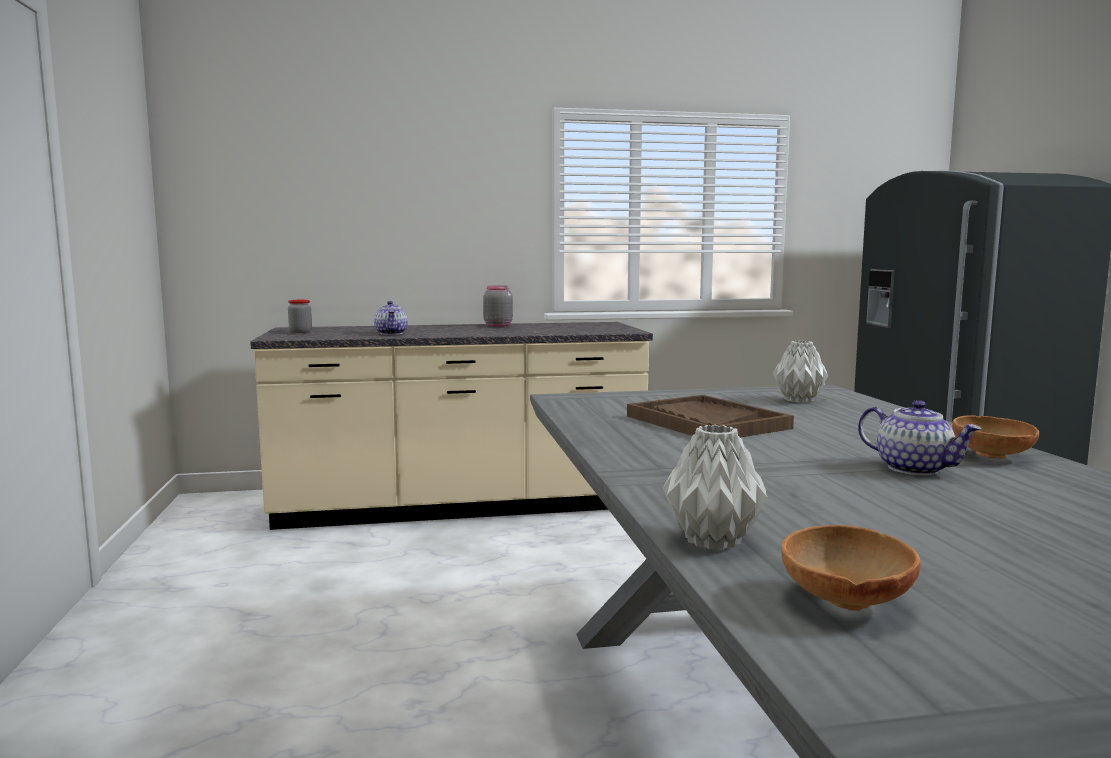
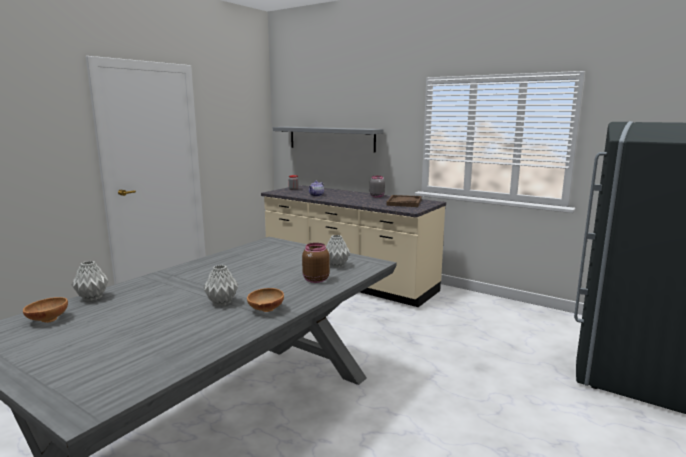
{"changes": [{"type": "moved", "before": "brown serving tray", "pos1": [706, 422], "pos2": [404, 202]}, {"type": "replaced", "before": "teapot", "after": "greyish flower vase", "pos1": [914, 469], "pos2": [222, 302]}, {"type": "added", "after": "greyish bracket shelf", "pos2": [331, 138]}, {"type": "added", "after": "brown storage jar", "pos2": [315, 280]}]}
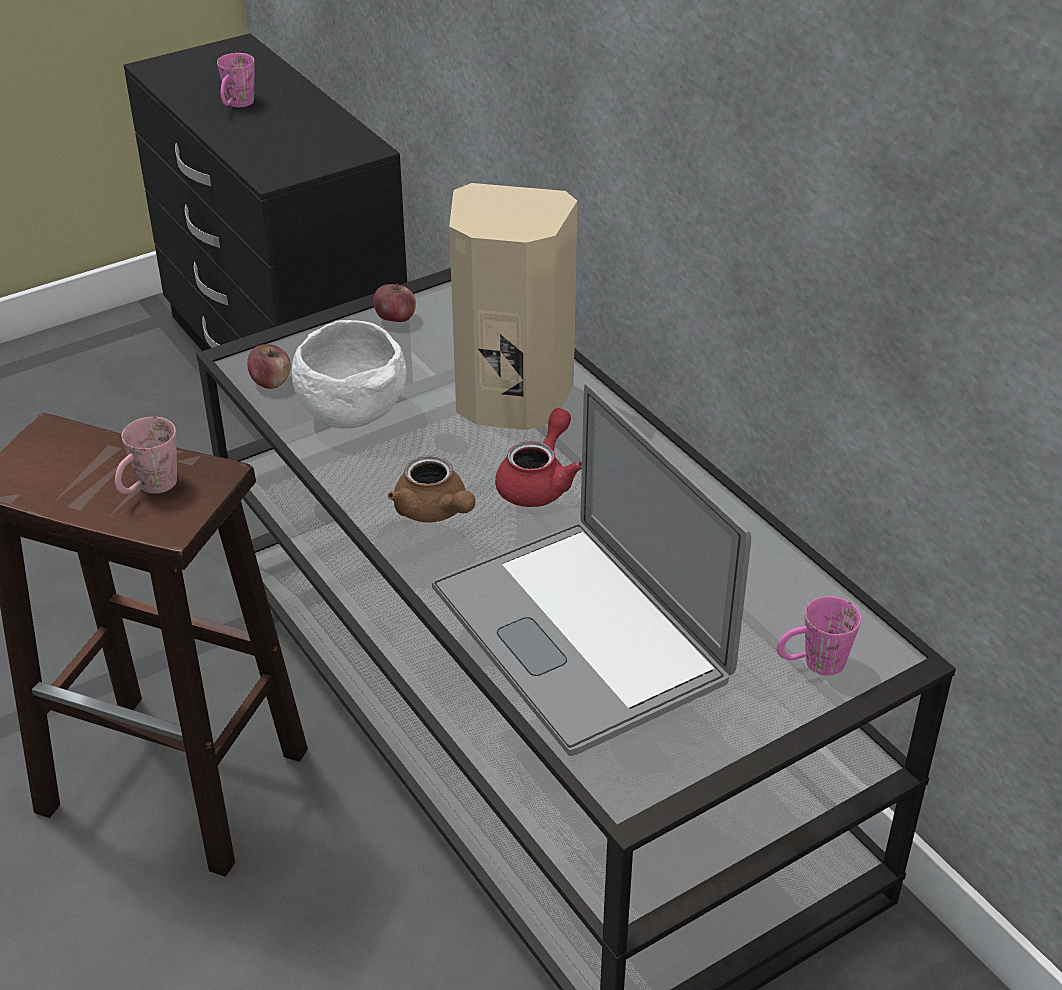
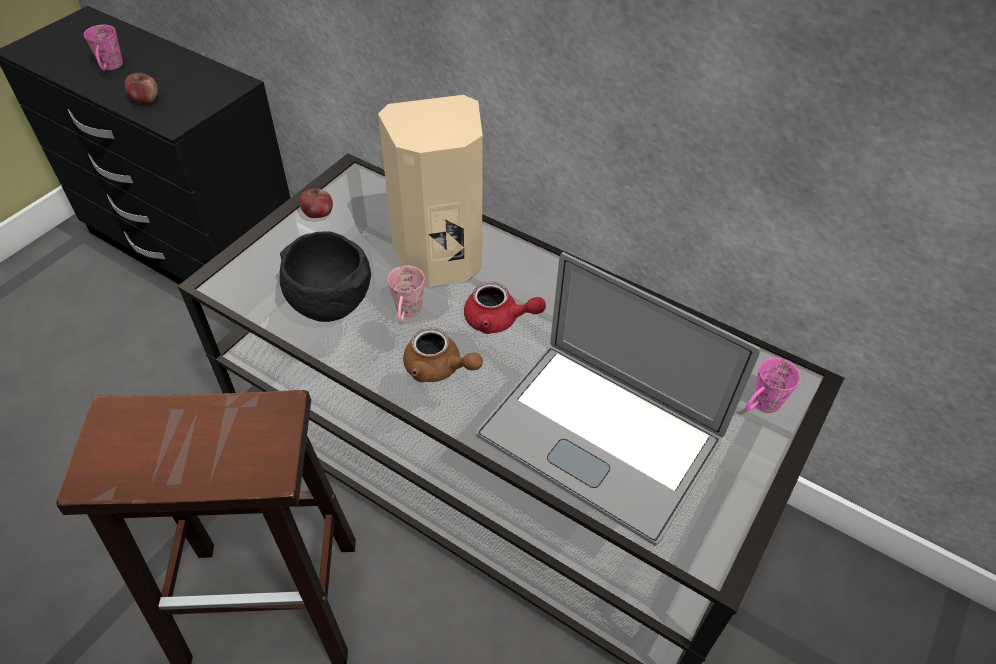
{"changes": [{"type": "moved", "before": "pink mug", "pos1": [149, 489], "pos2": [407, 314]}, {"type": "moved", "before": "apple", "pos1": [271, 382], "pos2": [146, 100]}, {"type": "recoloured", "before": "white-coloured deep dish", "after": "blackish deep dish", "pos1": [350, 412], "pos2": [328, 303]}, {"type": "turned", "before": "red teapot", "pos1": [539, 482], "pos2": [498, 320], "turn": 105}]}
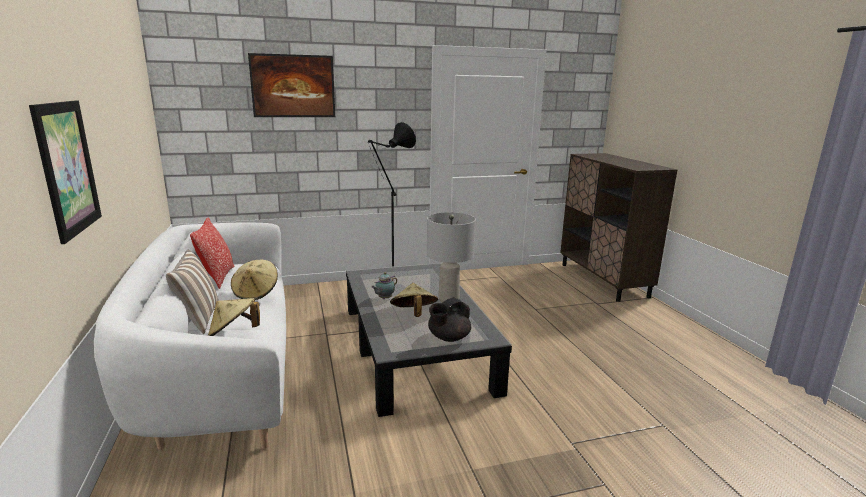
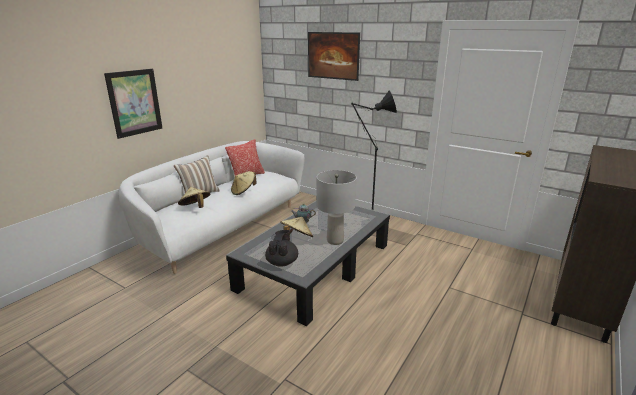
{"changes": [{"type": "turned", "before": "blackish teapot", "pos1": [448, 338], "pos2": [282, 262], "turn": 90}]}
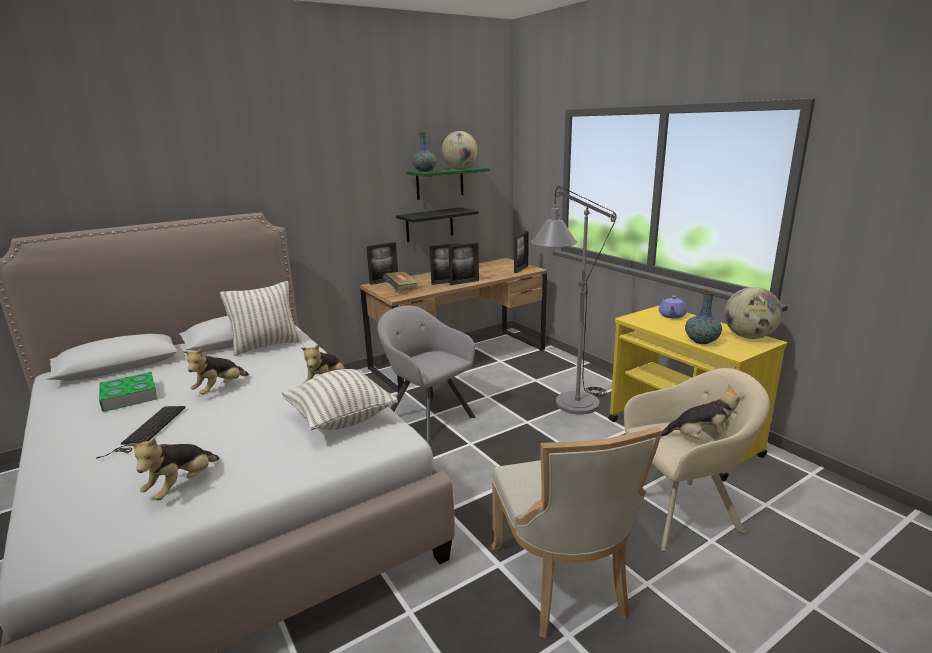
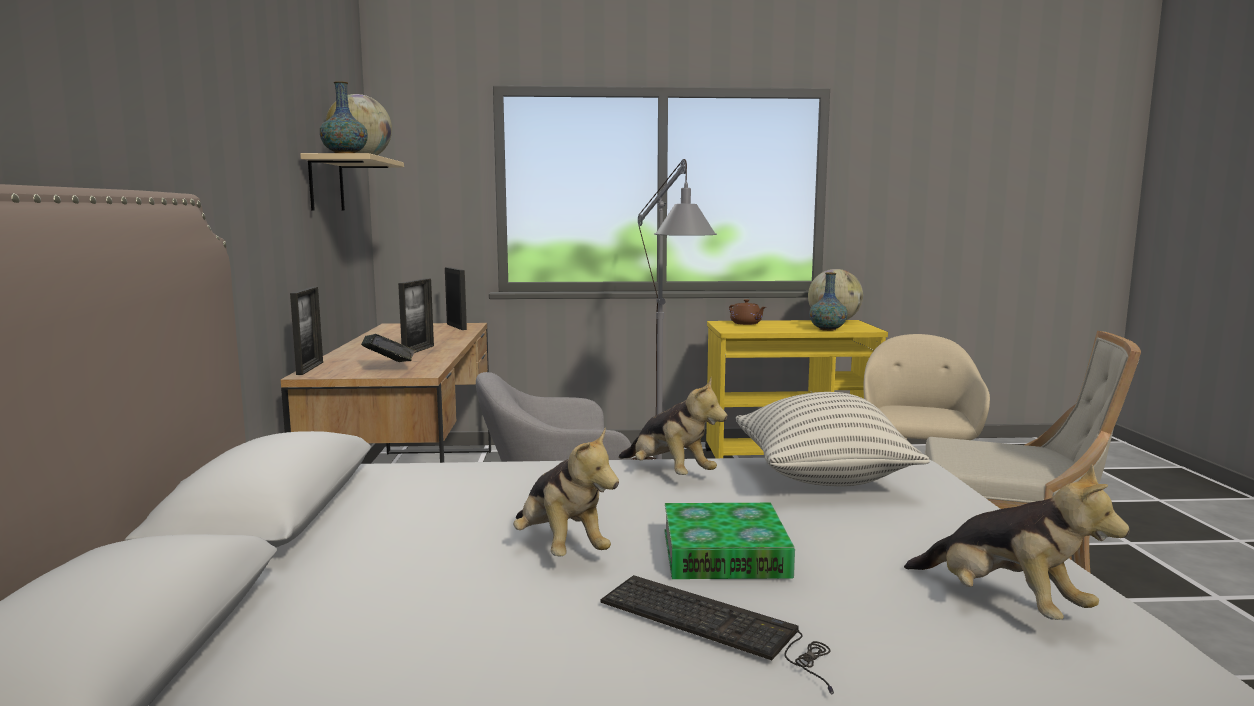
{"changes": [{"type": "moved", "before": "book", "pos1": [129, 396], "pos2": [724, 553]}, {"type": "removed", "before": "pillow", "pos1": [266, 346]}, {"type": "removed", "before": "blackish bracket shelf", "pos1": [429, 224]}, {"type": "recoloured", "before": "greenish bracket shelf", "after": "beige-coloured bracket shelf", "pos1": [440, 183], "pos2": [326, 184]}, {"type": "removed", "before": "photo frame", "pos1": [464, 282]}, {"type": "recoloured", "before": "purple teapot", "after": "brown teapot", "pos1": [671, 316], "pos2": [746, 323]}, {"type": "removed", "before": "soft toy", "pos1": [700, 440]}]}
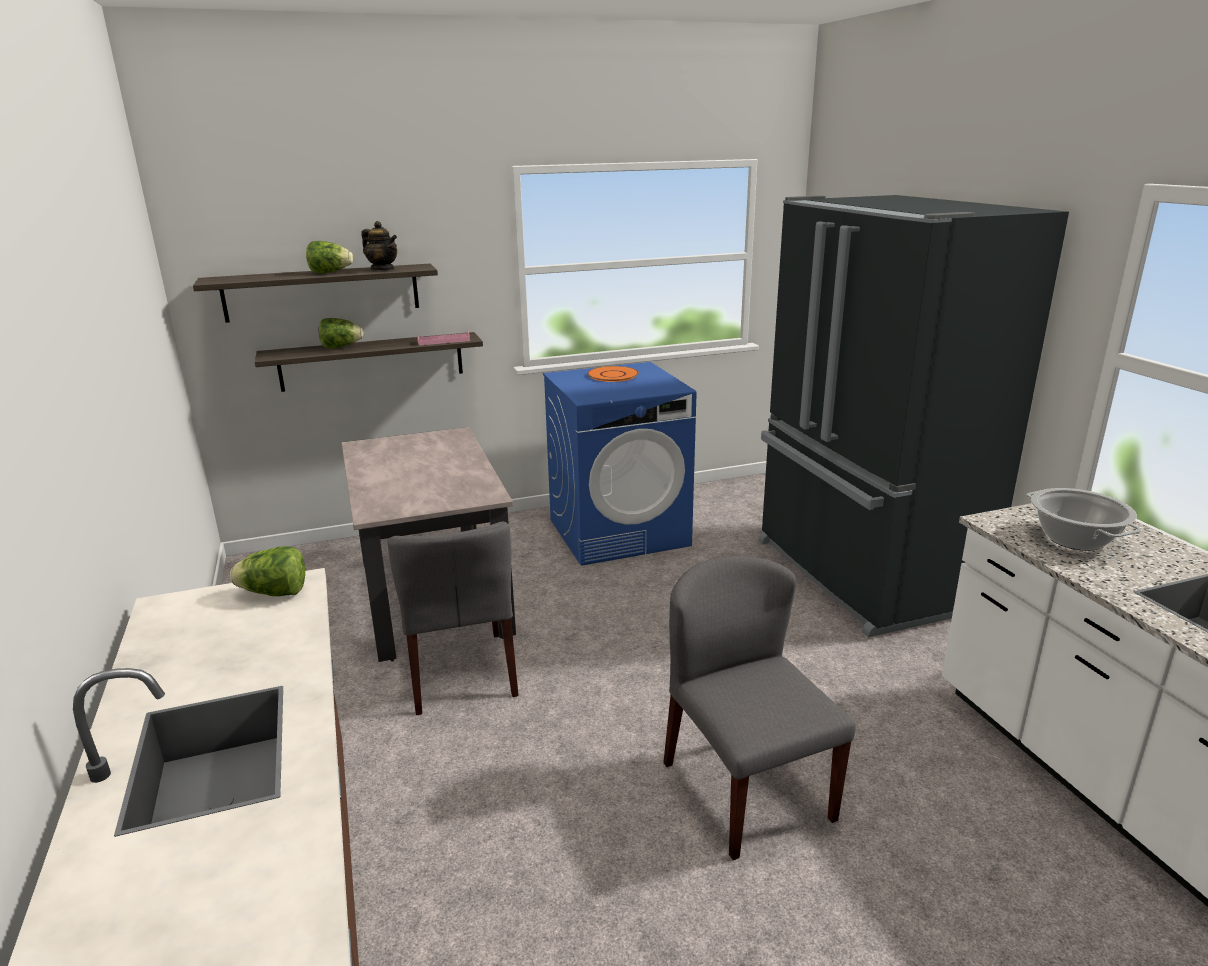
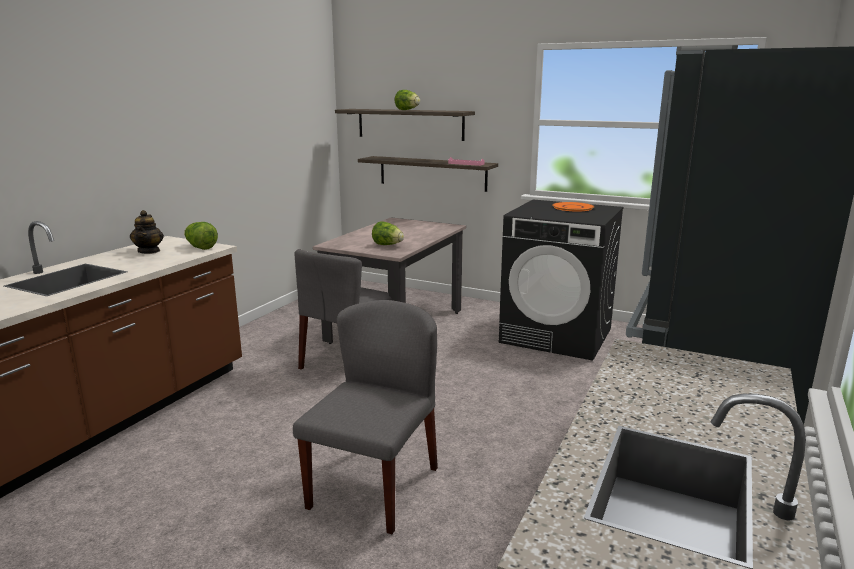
{"changes": [{"type": "moved", "before": "lettuce", "pos1": [341, 347], "pos2": [388, 245]}, {"type": "moved", "before": "teapot", "pos1": [383, 269], "pos2": [149, 251]}, {"type": "recoloured", "before": "blue-coloured washing machine", "after": "blackish washing machine", "pos1": [619, 532], "pos2": [557, 335]}, {"type": "removed", "before": "saucepot", "pos1": [1075, 539]}]}
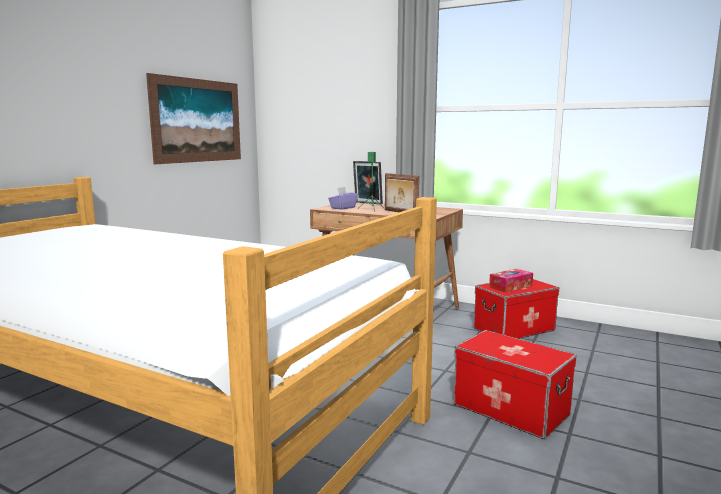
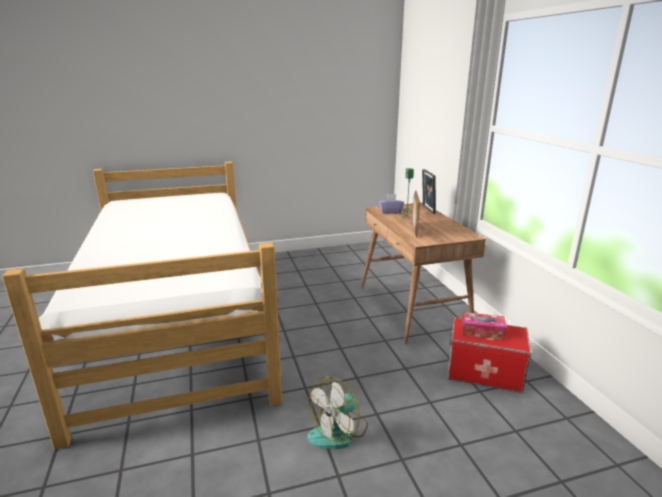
{"changes": [{"type": "removed", "before": "wall art", "pos1": [197, 120]}, {"type": "replaced", "before": "storage container", "after": "fan", "pos1": [511, 409], "pos2": [339, 432]}]}
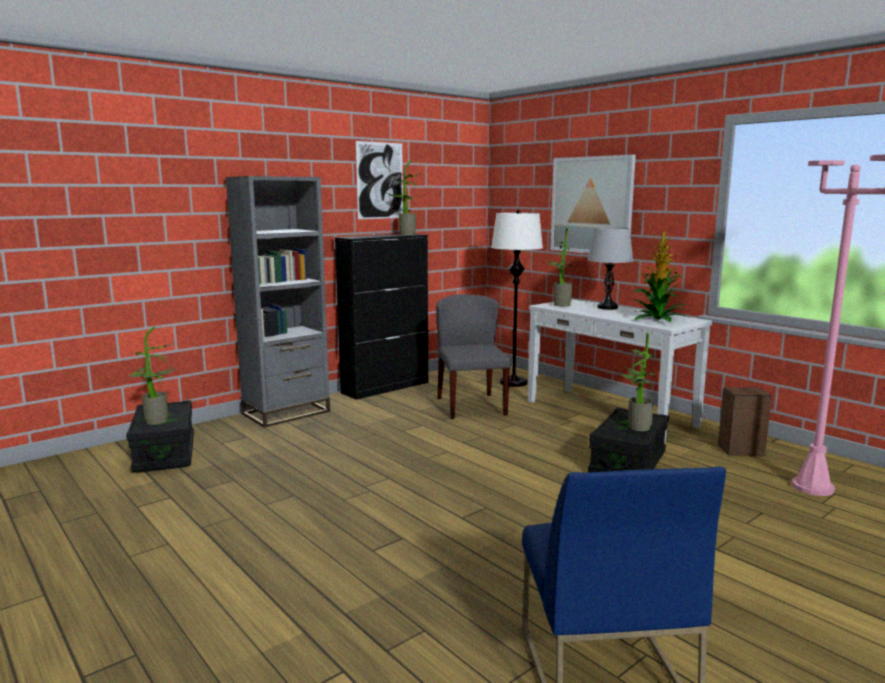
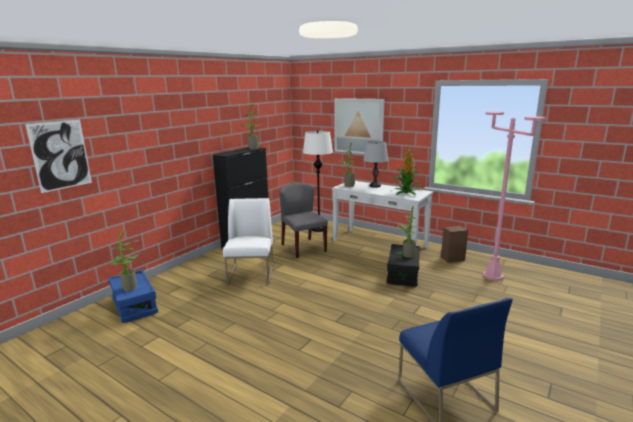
{"changes": [{"type": "recoloured", "before": "blackish storage container", "after": "blue-coloured storage container", "pos1": [165, 453], "pos2": [134, 306]}, {"type": "removed", "before": "greyish bookcase", "pos1": [286, 413]}, {"type": "moved", "before": "wall art", "pos1": [380, 180], "pos2": [60, 155]}, {"type": "added", "after": "white-coloured plain chair", "pos2": [251, 274]}]}
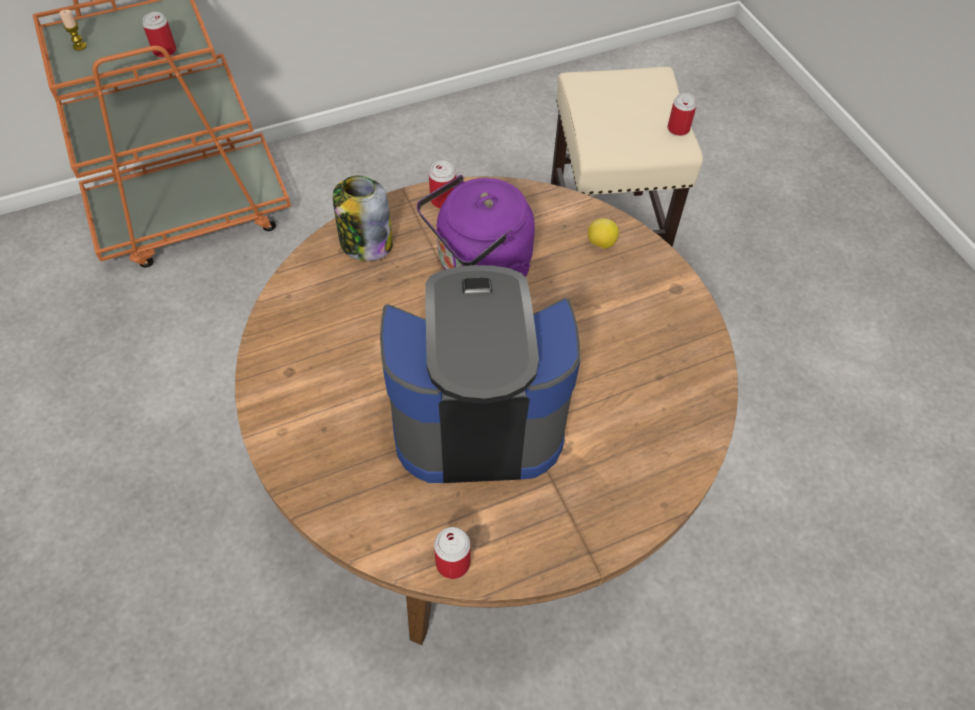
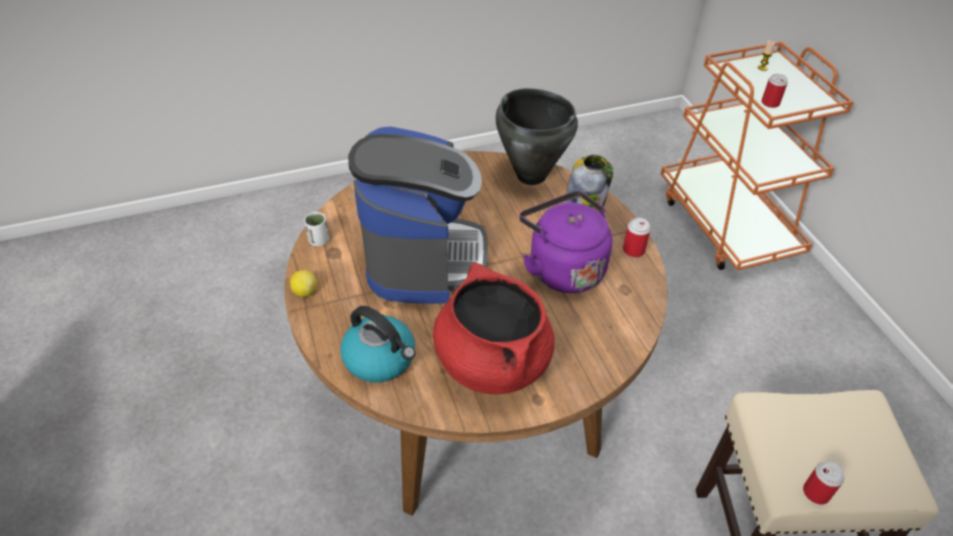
{"changes": [{"type": "replaced", "before": "metal can", "after": "white-coloured cup", "pos1": [453, 562], "pos2": [319, 240]}, {"type": "moved", "before": "whole lemon", "pos1": [601, 243], "pos2": [305, 291]}, {"type": "added", "after": "tea kettle", "pos2": [381, 359]}, {"type": "added", "after": "red saucepot", "pos2": [491, 361]}, {"type": "added", "after": "blackish saucepot", "pos2": [531, 175]}]}
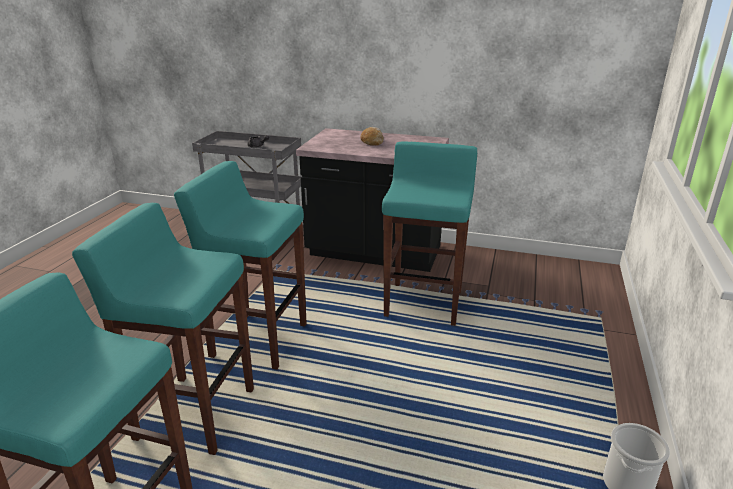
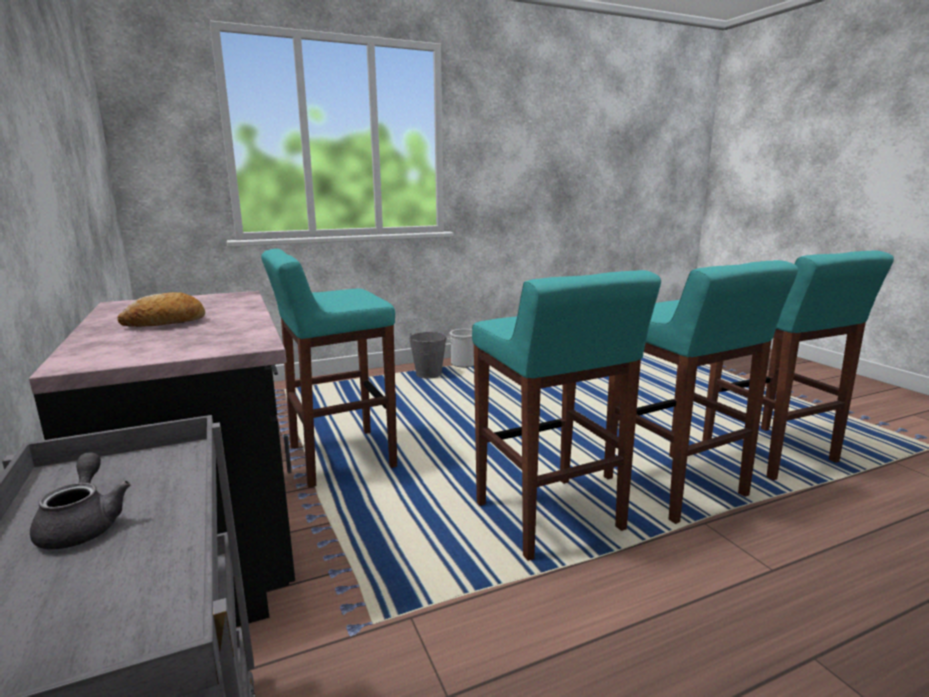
{"changes": [{"type": "added", "after": "greyish pail", "pos2": [428, 374]}]}
